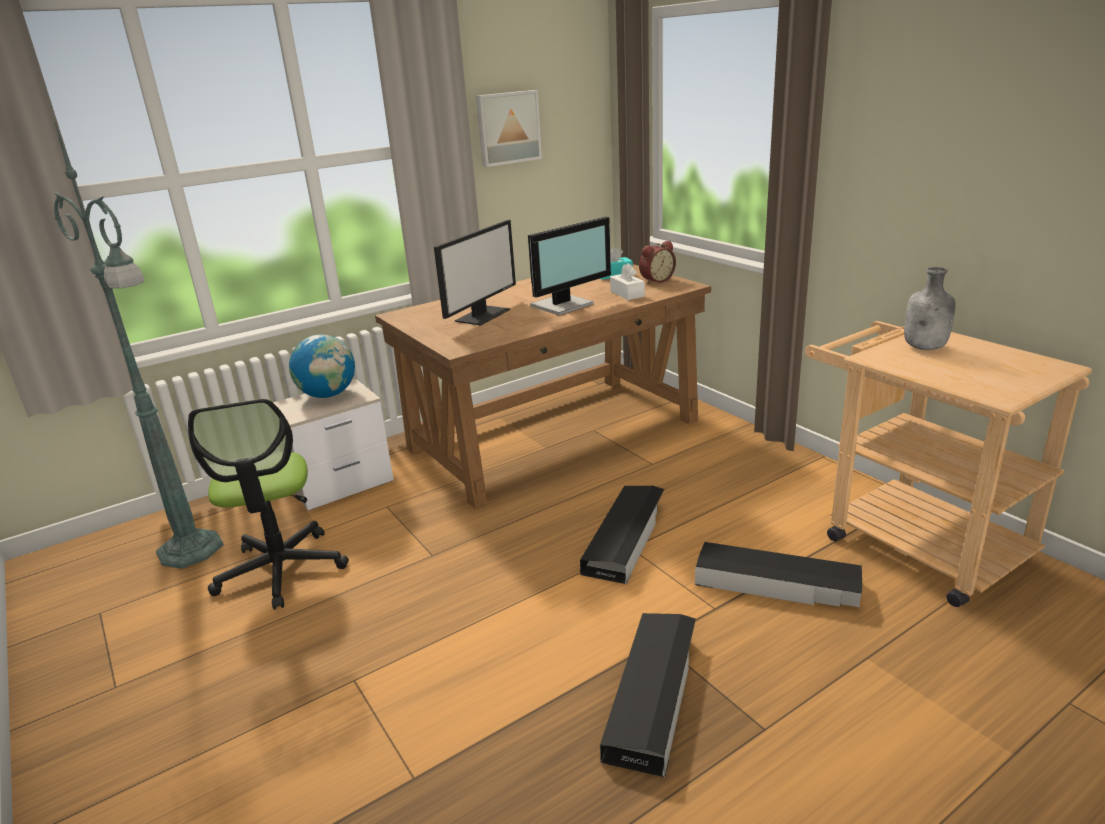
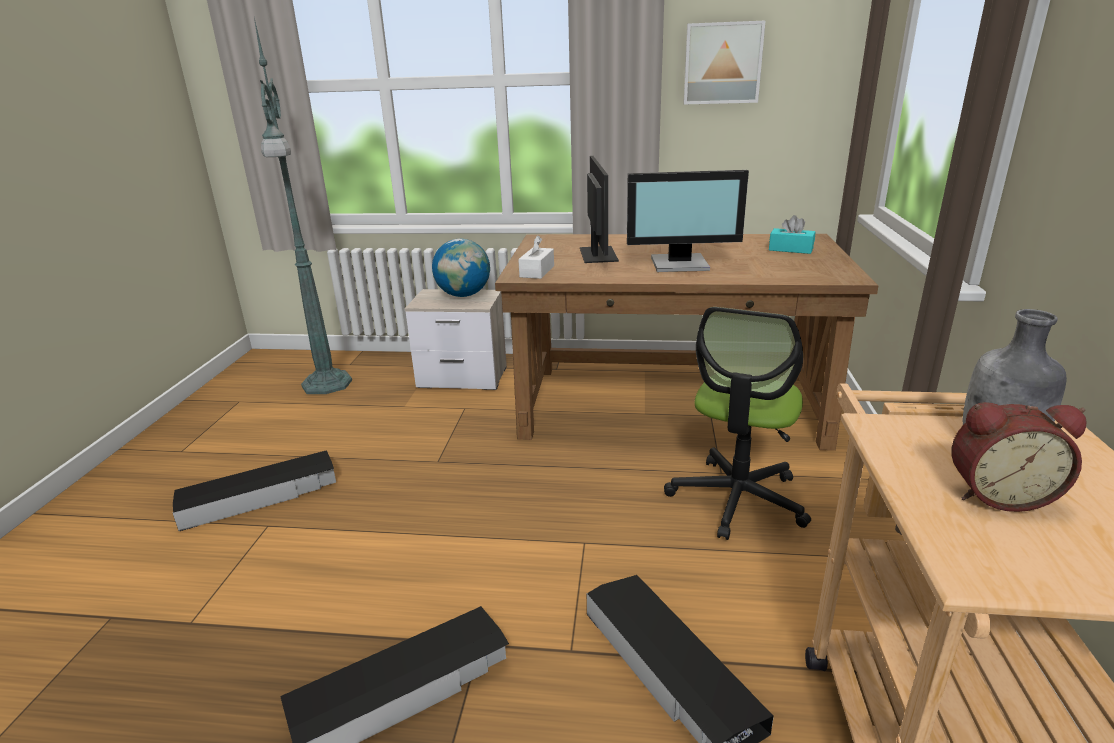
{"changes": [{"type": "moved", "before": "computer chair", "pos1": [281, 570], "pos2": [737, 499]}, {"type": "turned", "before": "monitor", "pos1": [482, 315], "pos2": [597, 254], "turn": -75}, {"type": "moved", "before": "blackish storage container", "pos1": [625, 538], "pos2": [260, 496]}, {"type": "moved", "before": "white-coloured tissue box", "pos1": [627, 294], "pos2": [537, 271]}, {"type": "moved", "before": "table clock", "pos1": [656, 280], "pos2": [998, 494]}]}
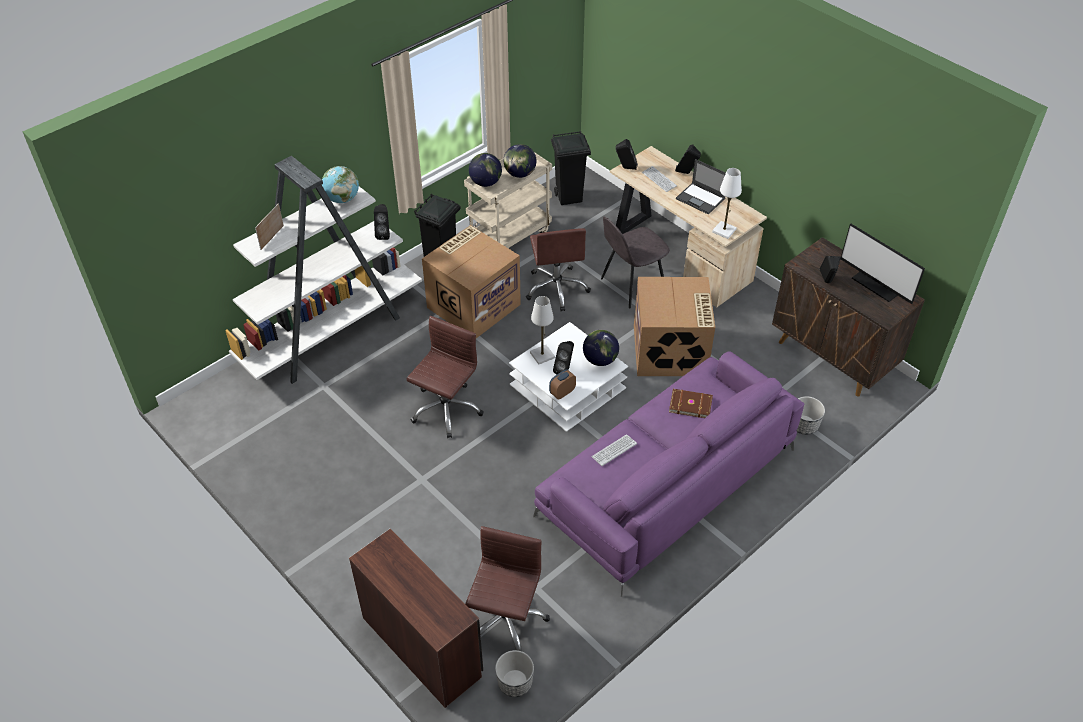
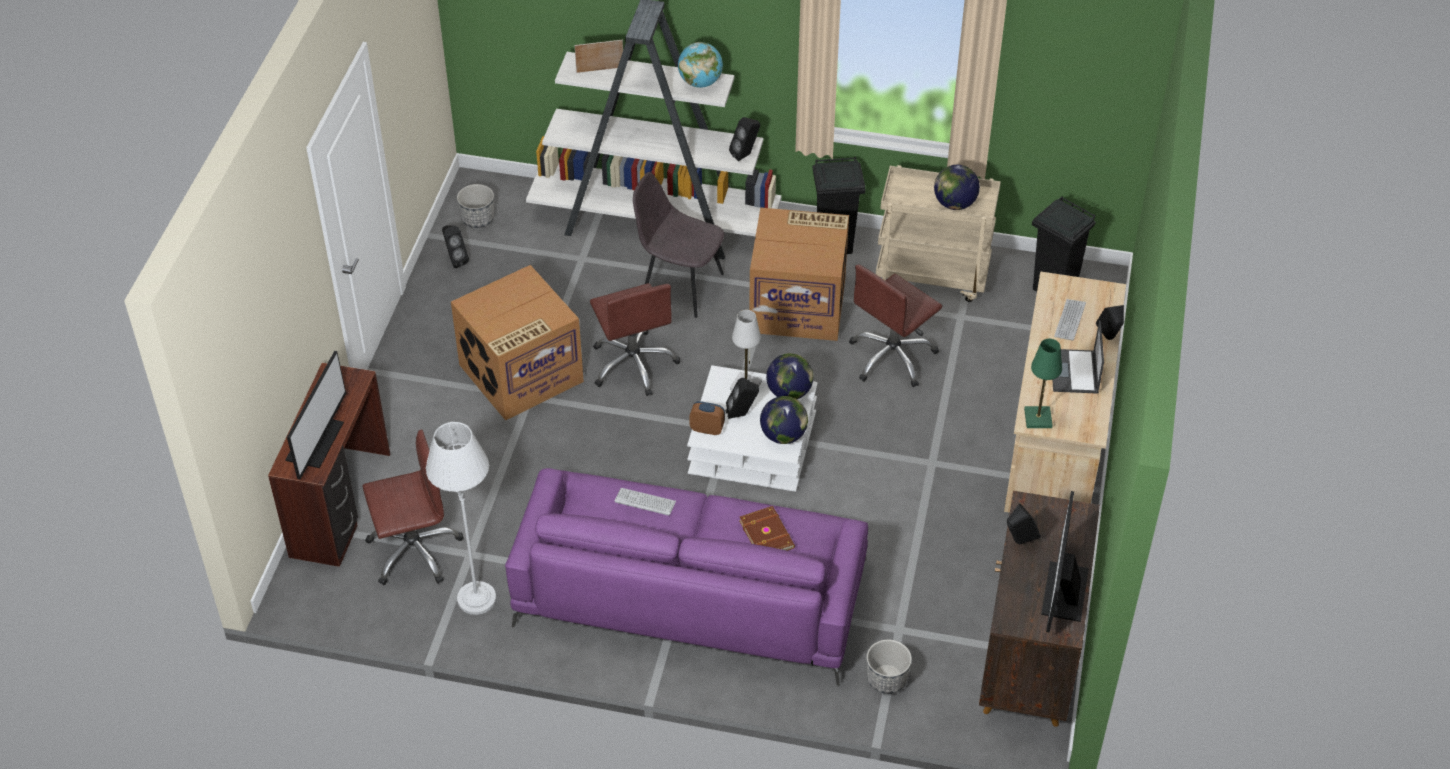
{"changes": [{"type": "turned", "before": "brown computer chair", "pos1": [446, 409], "pos2": [634, 364], "turn": 75}, {"type": "moved", "before": "globe", "pos1": [485, 183], "pos2": [789, 392]}, {"type": "moved", "before": "plant pot", "pos1": [514, 683], "pos2": [477, 219]}, {"type": "moved", "before": "greyish plain chair", "pos1": [631, 286], "pos2": [680, 286]}, {"type": "moved", "before": "blackish loudspeaker", "pos1": [625, 168], "pos2": [455, 260]}, {"type": "moved", "before": "packing box", "pos1": [671, 351], "pos2": [520, 375]}, {"type": "recoloured", "before": "white-coloured lamp for a table", "after": "greenish lamp for a table", "pos1": [724, 231], "pos2": [1038, 418]}, {"type": "added", "after": "monitor", "pos2": [316, 441]}, {"type": "added", "after": "greyish floor lamp", "pos2": [476, 599]}]}
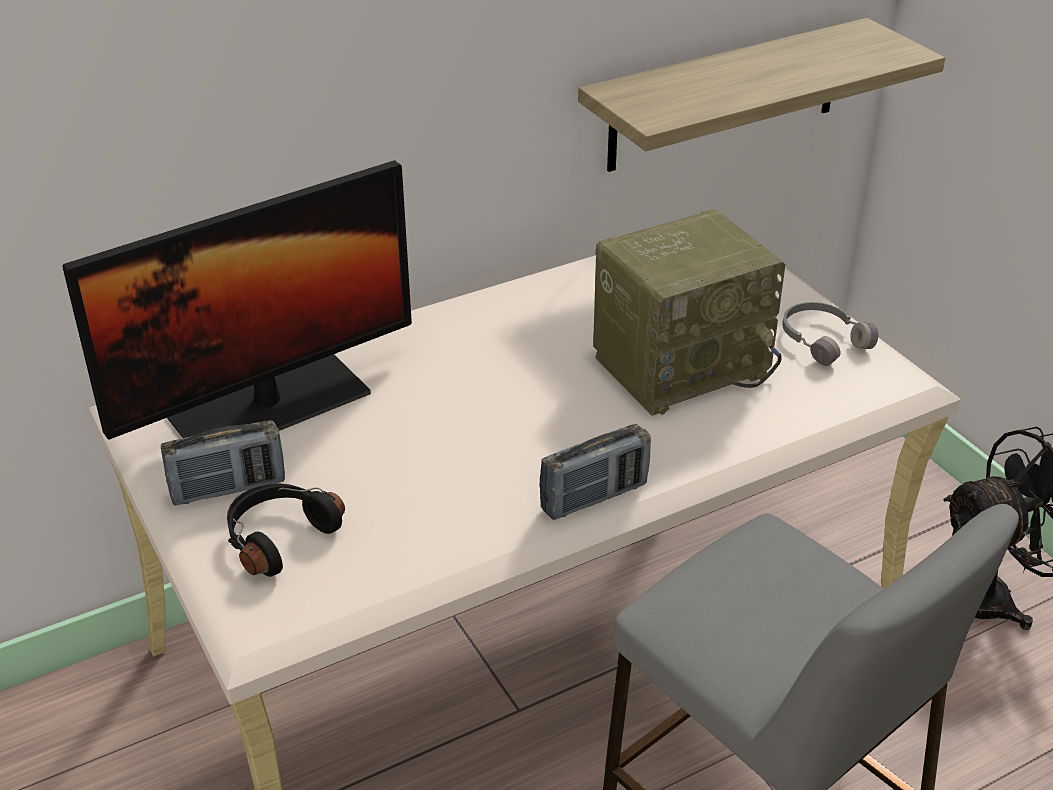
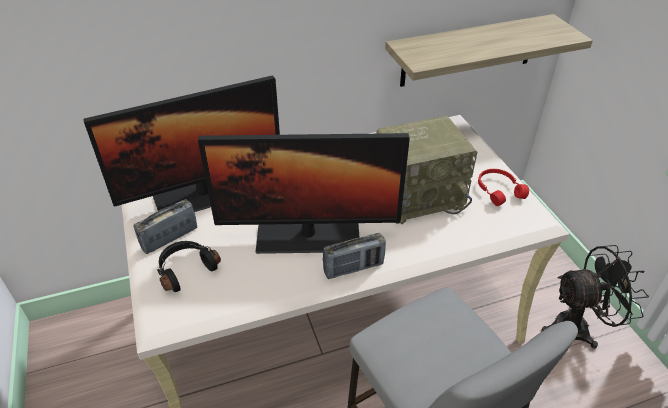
{"changes": [{"type": "turned", "before": "radio receiver", "pos1": [228, 488], "pos2": [170, 238], "turn": 150}, {"type": "recoloured", "before": "greyish headphones", "after": "red headphones", "pos1": [823, 340], "pos2": [499, 190]}, {"type": "added", "after": "monitor", "pos2": [308, 236]}]}
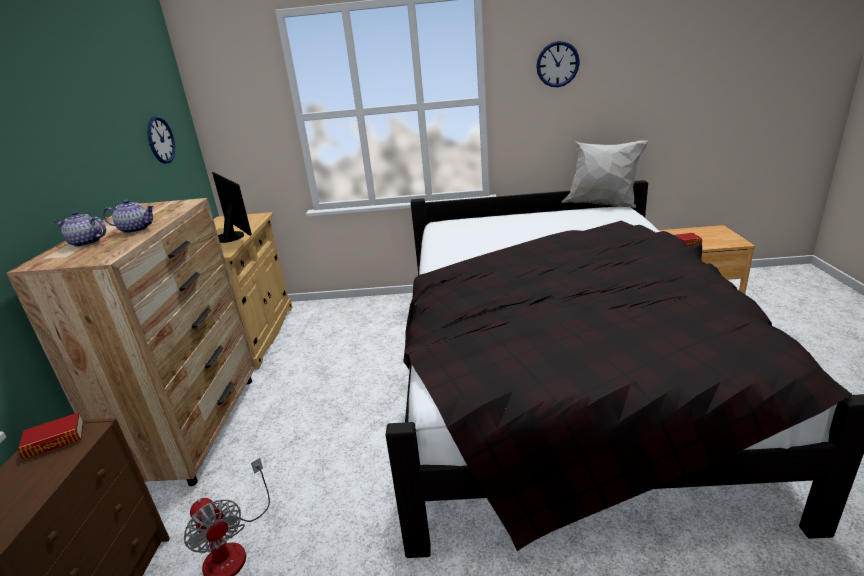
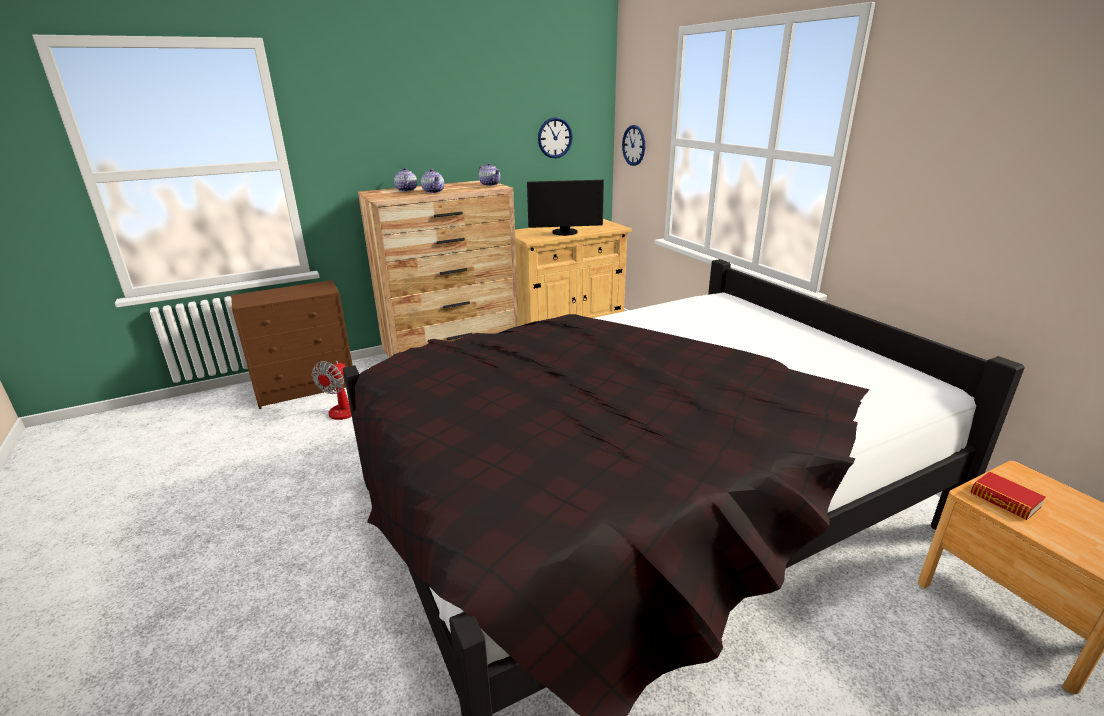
{"changes": [{"type": "removed", "before": "book", "pos1": [54, 440]}, {"type": "turned", "before": "monitor", "pos1": [232, 236], "pos2": [565, 233], "turn": 60}, {"type": "moved", "before": "clock on the wall", "pos1": [557, 64], "pos2": [634, 145]}, {"type": "removed", "before": "white-coloured pillow", "pos1": [602, 205]}, {"type": "added", "after": "teapot", "pos2": [490, 184]}]}
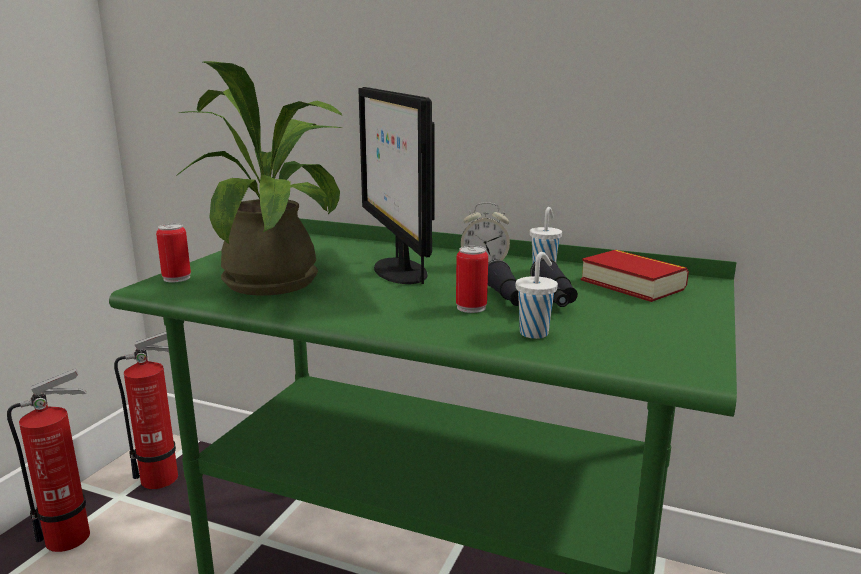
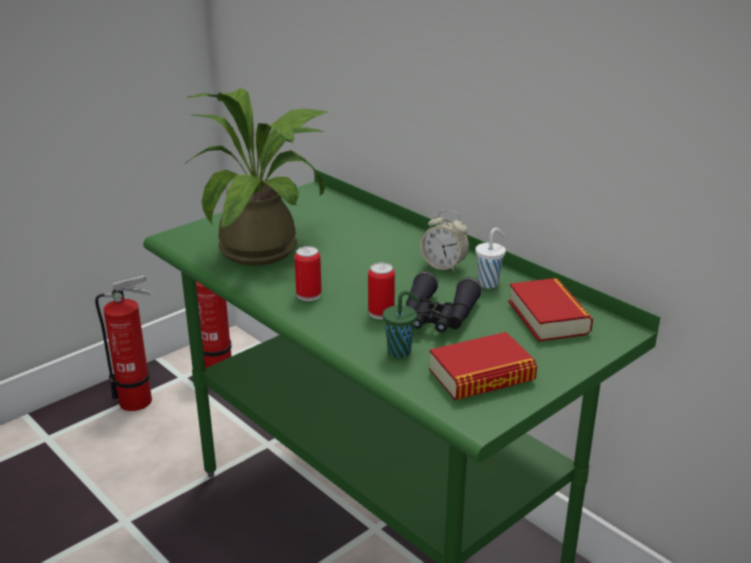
{"changes": [{"type": "moved", "before": "metal can", "pos1": [176, 278], "pos2": [309, 295]}, {"type": "removed", "before": "monitor", "pos1": [398, 271]}, {"type": "recoloured", "before": "white-coloured cup", "after": "greenish cup", "pos1": [535, 333], "pos2": [400, 351]}, {"type": "added", "after": "book", "pos2": [481, 376]}]}
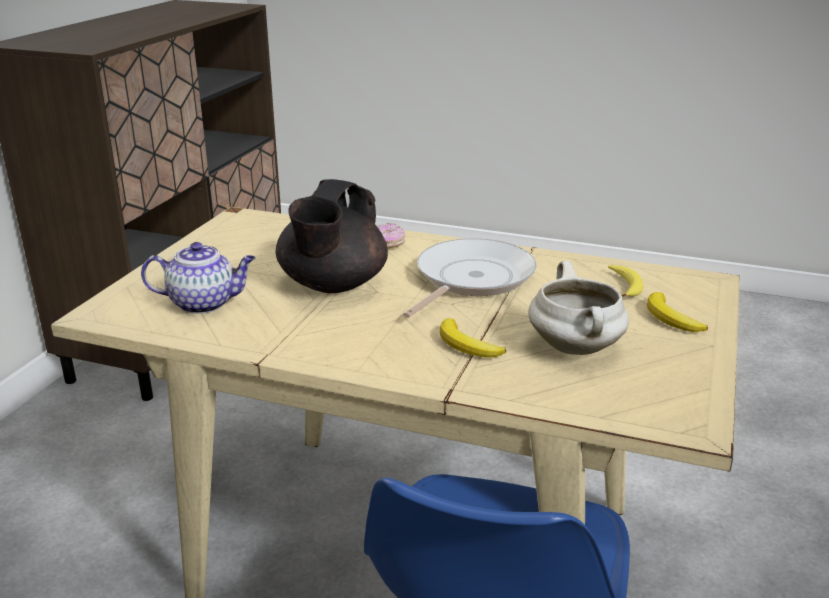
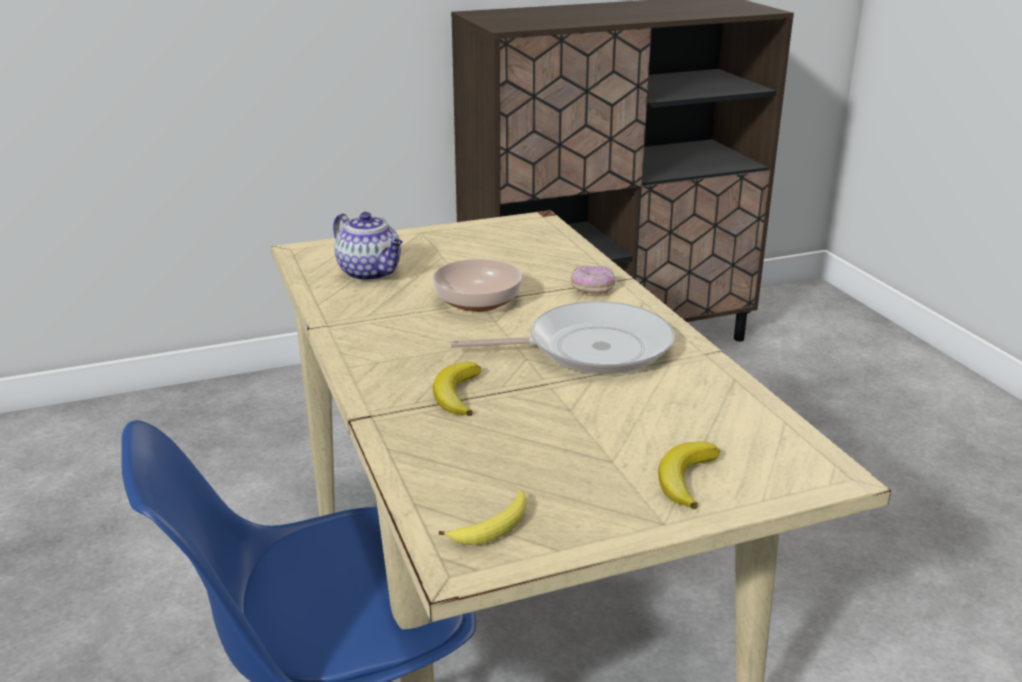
{"changes": [{"type": "replaced", "before": "blackish teapot", "after": "deep dish", "pos1": [332, 285], "pos2": [476, 300]}, {"type": "removed", "before": "white-coloured saucepot", "pos1": [577, 348]}, {"type": "moved", "before": "banana", "pos1": [625, 286], "pos2": [493, 527]}]}
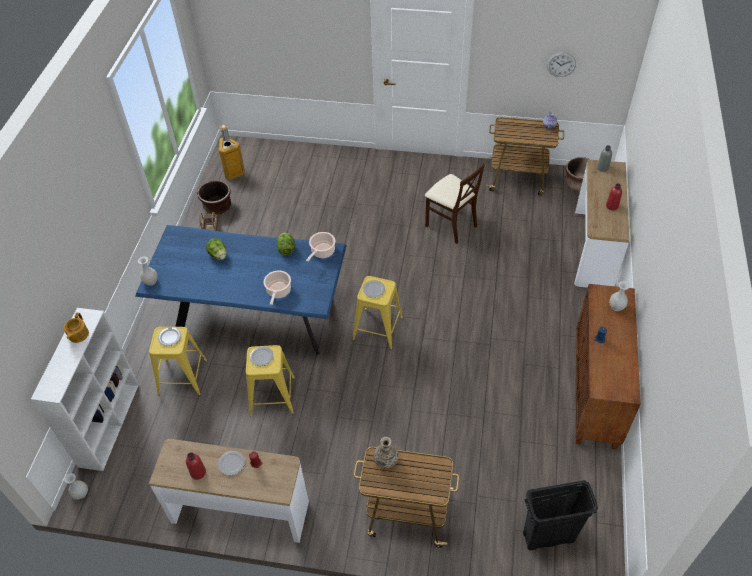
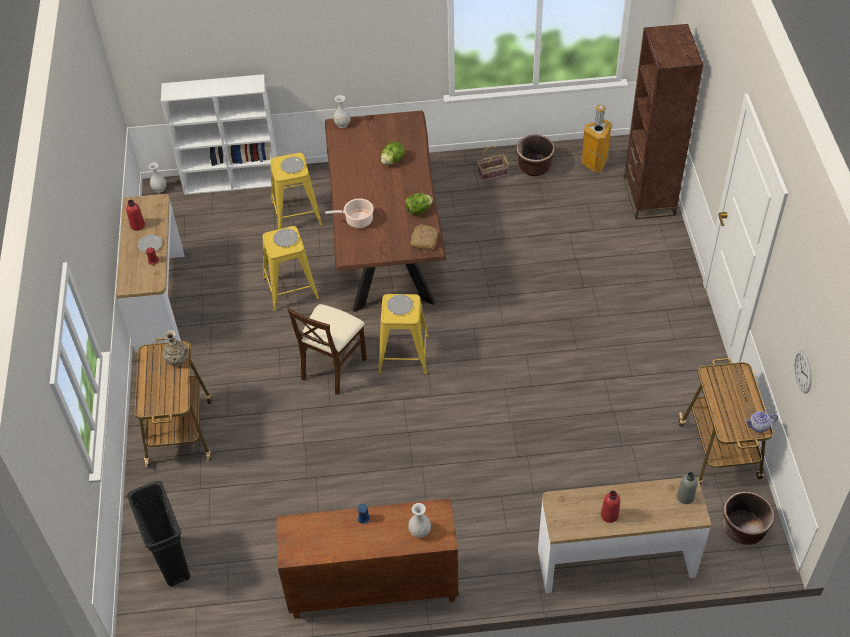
{"changes": [{"type": "removed", "before": "teapot", "pos1": [78, 335]}, {"type": "recoloured", "before": "blue-coloured dinner table", "after": "brown dinner table", "pos1": [254, 317], "pos2": [386, 245]}, {"type": "replaced", "before": "saucepot", "after": "bakery bread", "pos1": [322, 252], "pos2": [424, 240]}, {"type": "moved", "before": "beige-coloured plain chair", "pos1": [451, 225], "pos2": [333, 367]}, {"type": "added", "after": "brown bookcase", "pos2": [649, 196]}]}
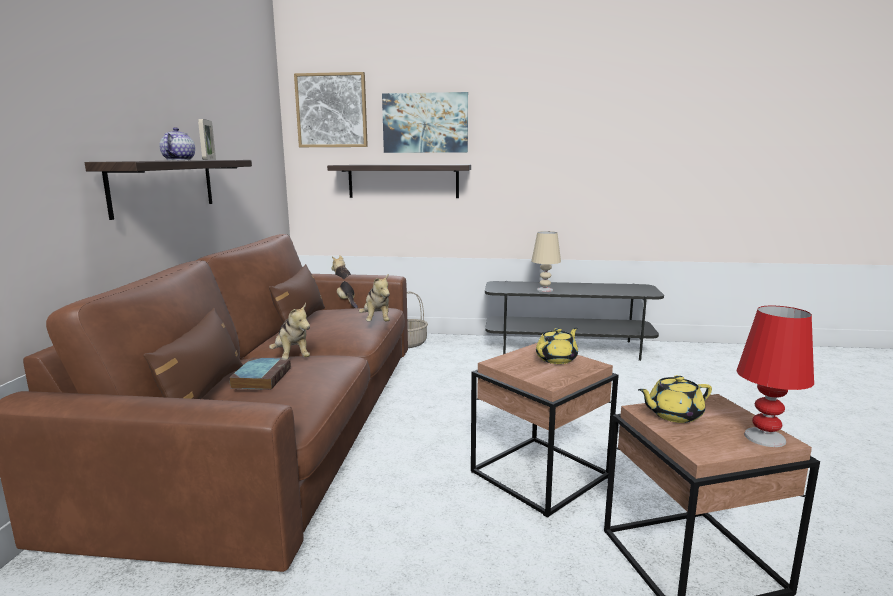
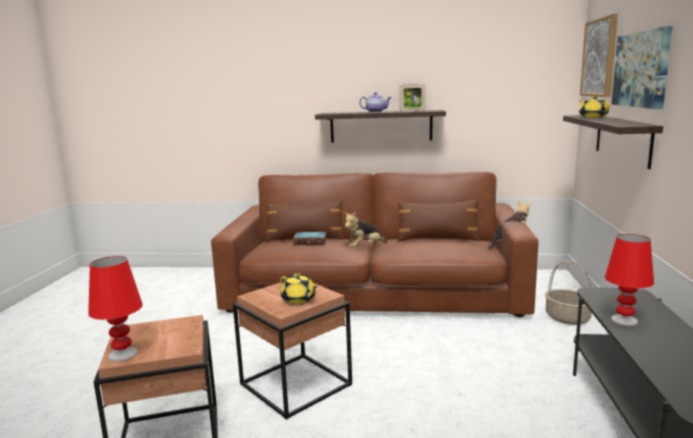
{"changes": [{"type": "removed", "before": "soft toy", "pos1": [377, 322]}, {"type": "recoloured", "before": "beige-coloured lamp for a table", "after": "red lamp for a table", "pos1": [544, 290], "pos2": [624, 320]}, {"type": "moved", "before": "yellowish teapot", "pos1": [673, 415], "pos2": [592, 117]}]}
